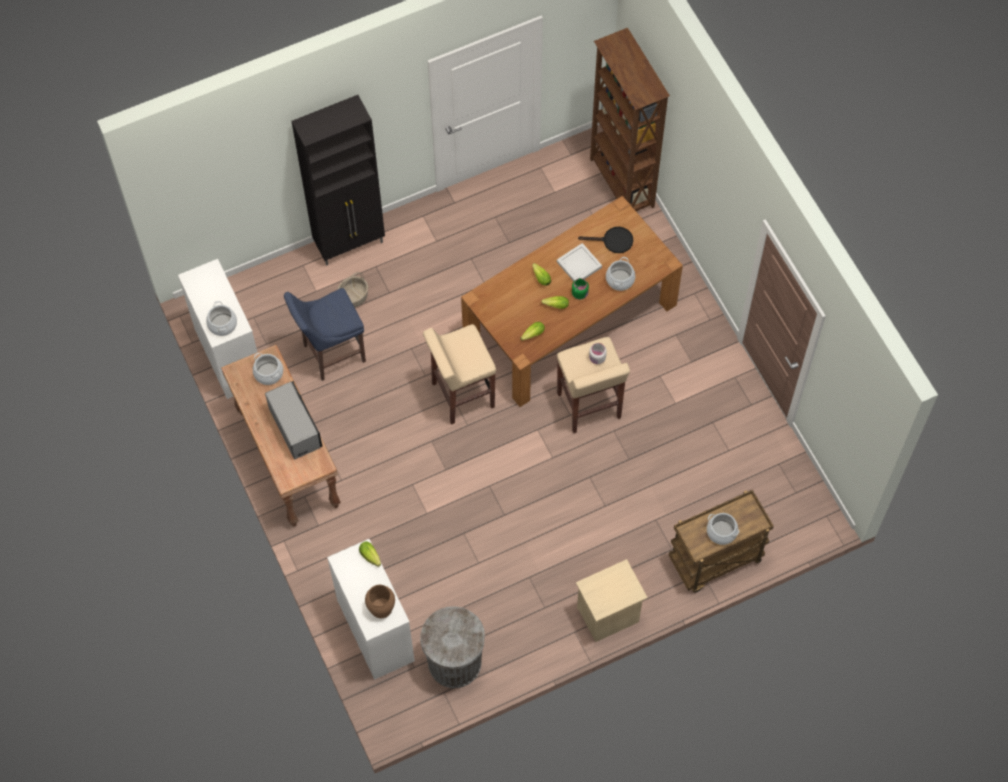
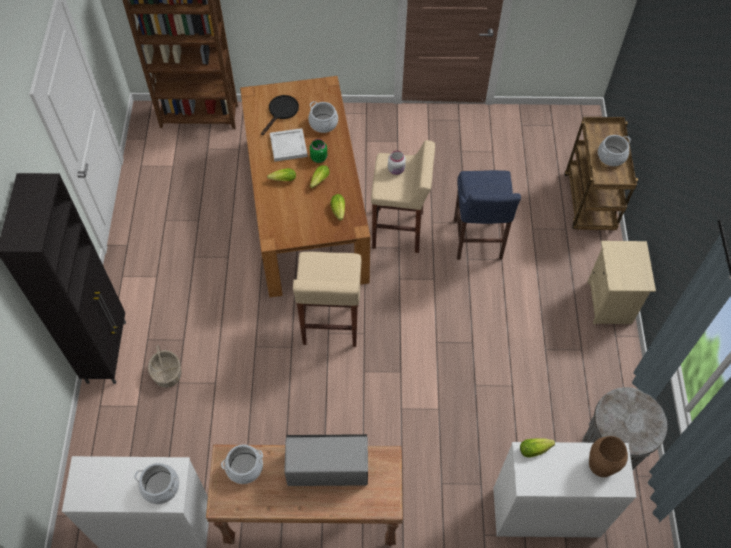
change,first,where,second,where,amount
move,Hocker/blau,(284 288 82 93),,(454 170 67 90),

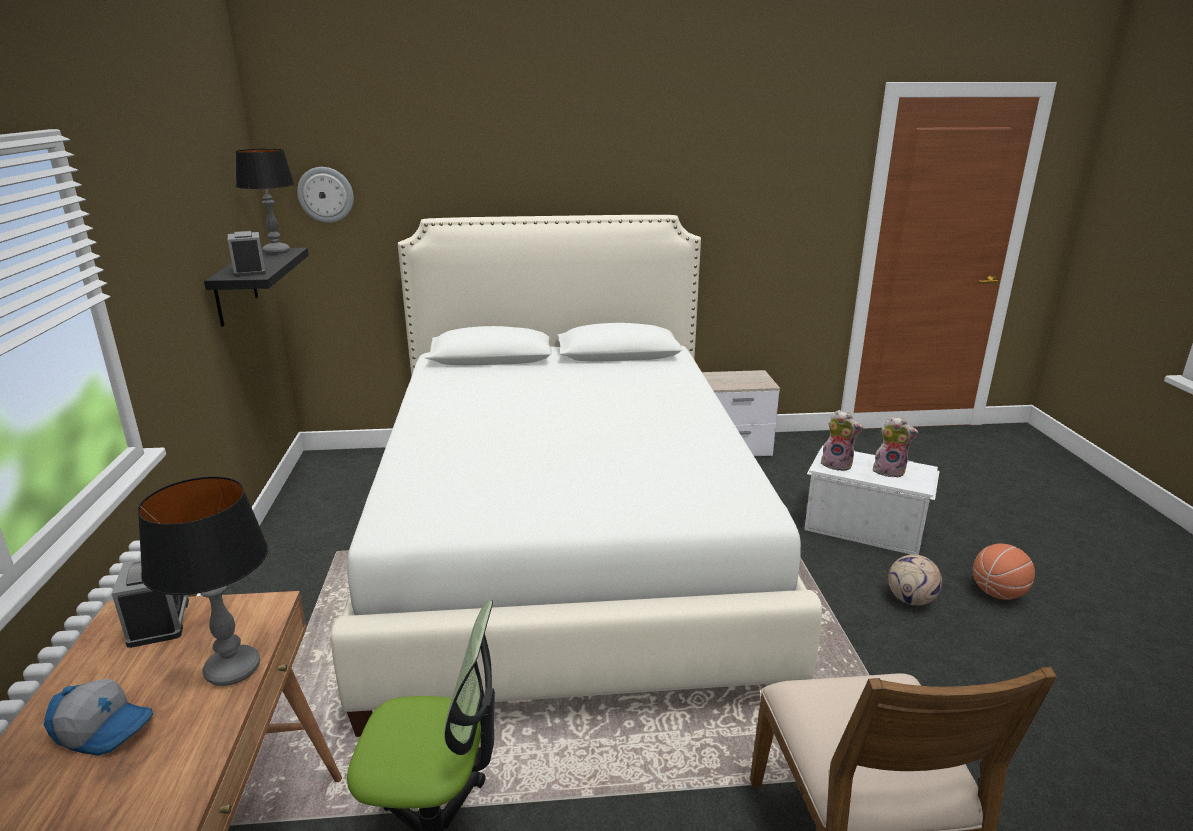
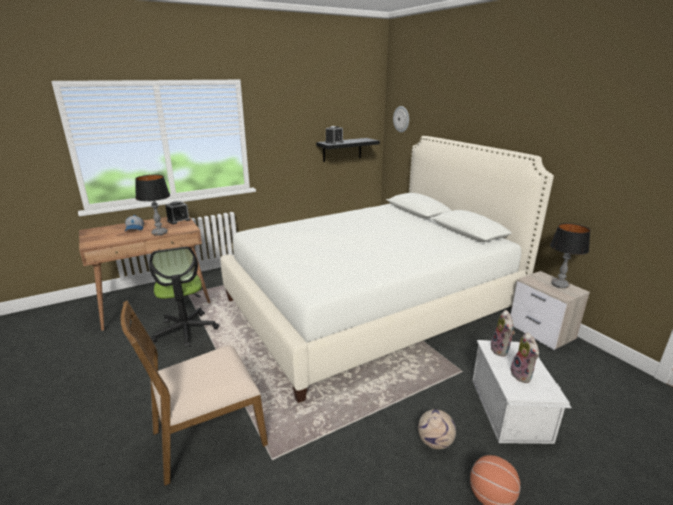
change,first,where,second,where,amount
move,Tischlampe,(236 149 59 105),,(550 223 40 65),

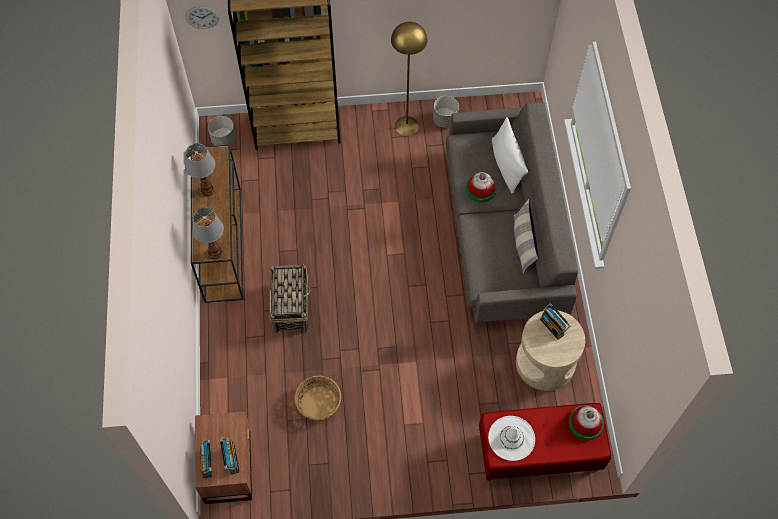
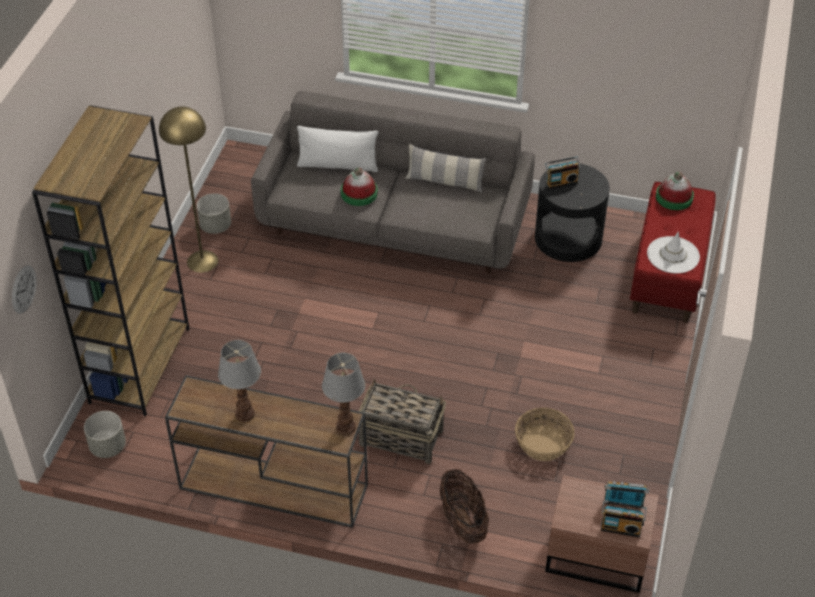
change,first,where,second,where,amount
insert,,,Korb,(439 469 50 75),
recolor,Beistelltisch/beige,(516 310 69 81),Beistelltisch/schwarz,(535 164 75 98),

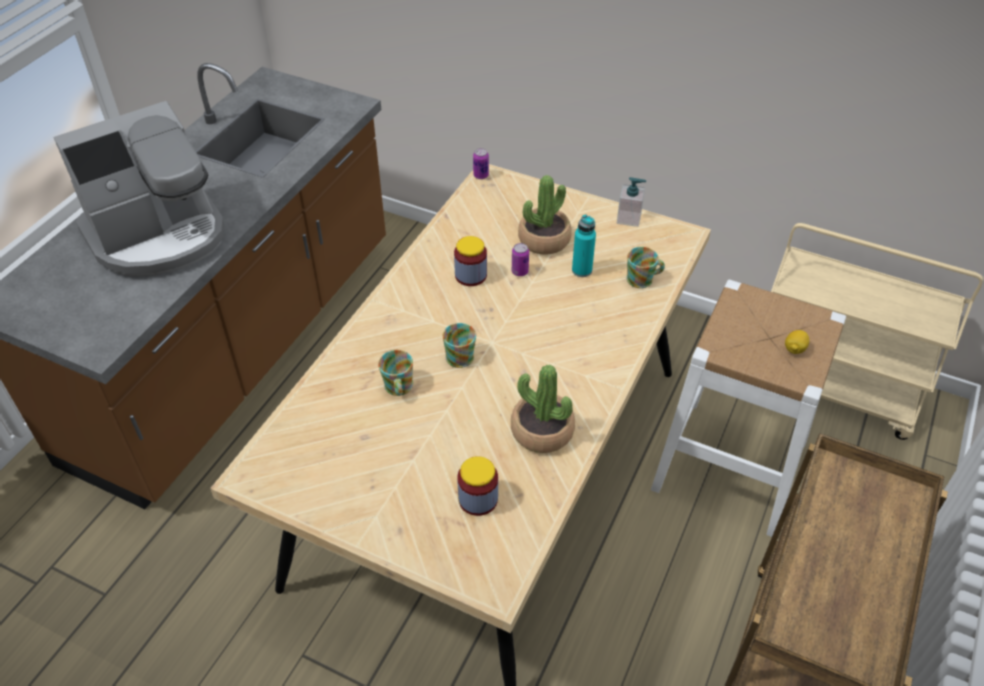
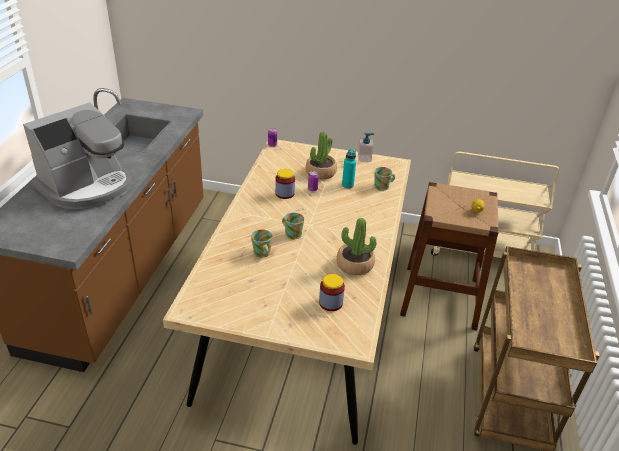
change,first,where,second,where,amount
recolor,Hocker/weiß,(651 280 195 257),Hocker/braun,(400 182 99 148),

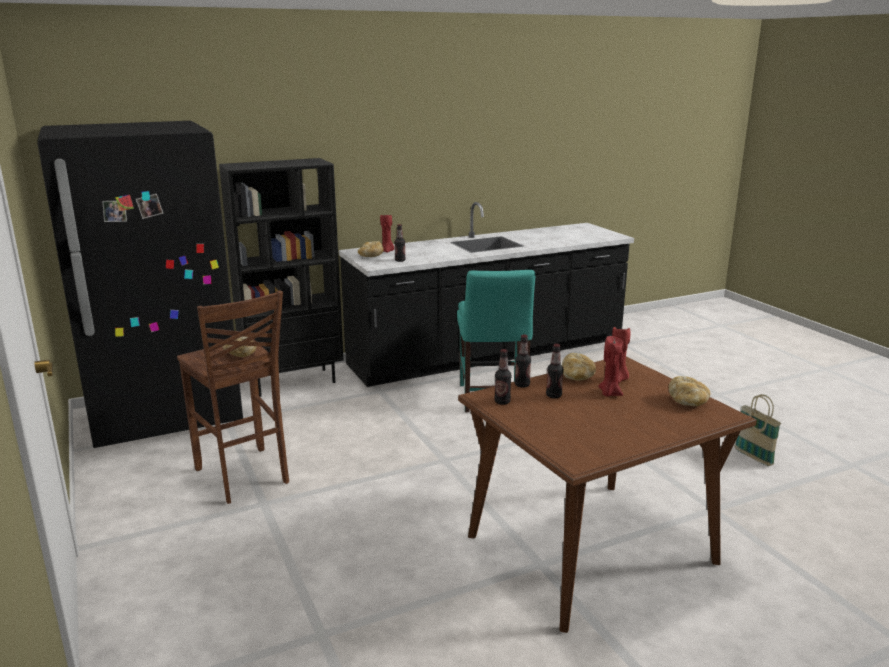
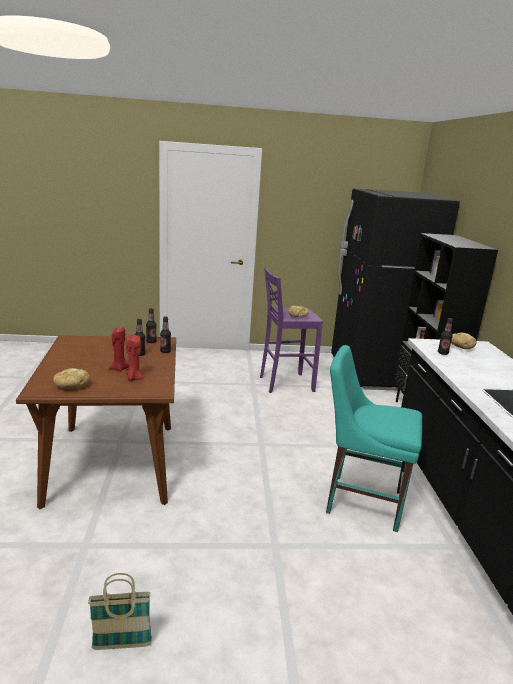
change,first,where,second,where,amount
recolor,Hocker/braun,(177 291 112 213),Hocker/lila,(260 267 63 126),
delete,Kerze/rot,(380 215 14 37),,,
delete,Brot,(562 353 34 28),,,

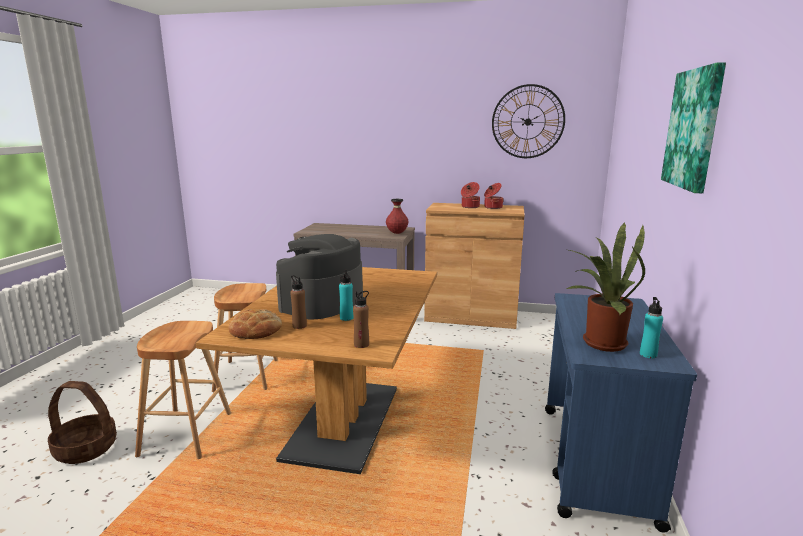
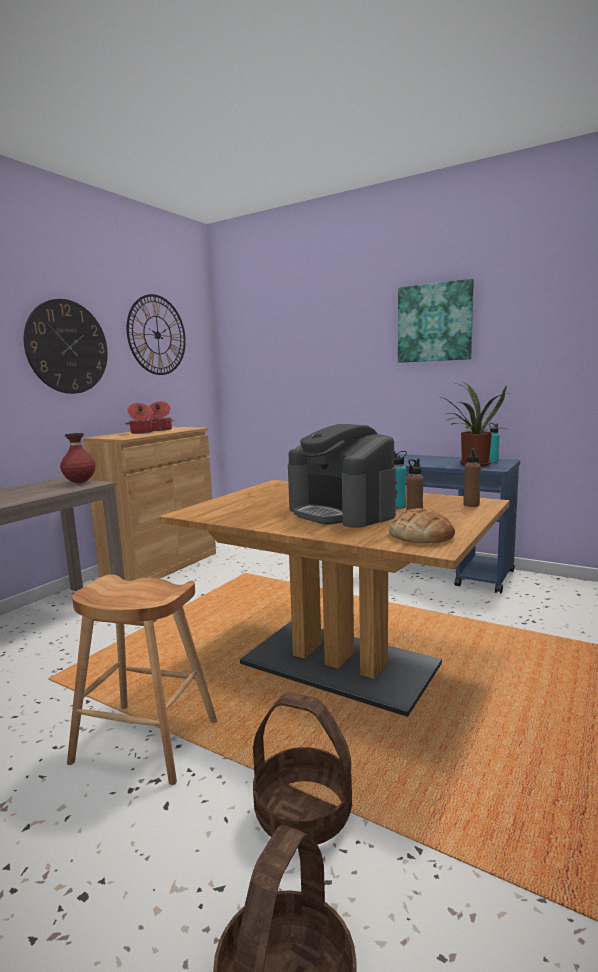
change,first,where,second,where,amount
insert,,,Wanduhr,(24 299 84 95),
replace,Hocker/braun,(135 321 96 138),Korb,(253 692 99 153),

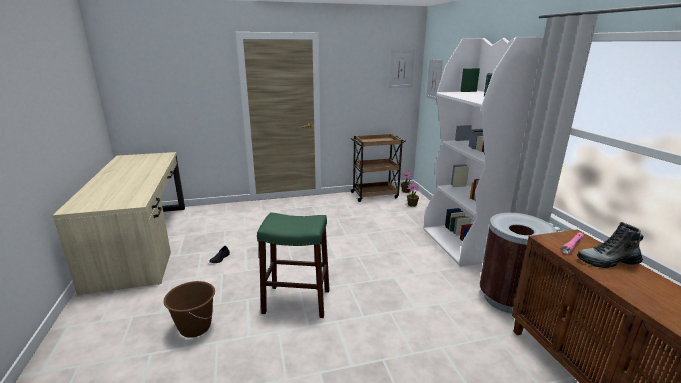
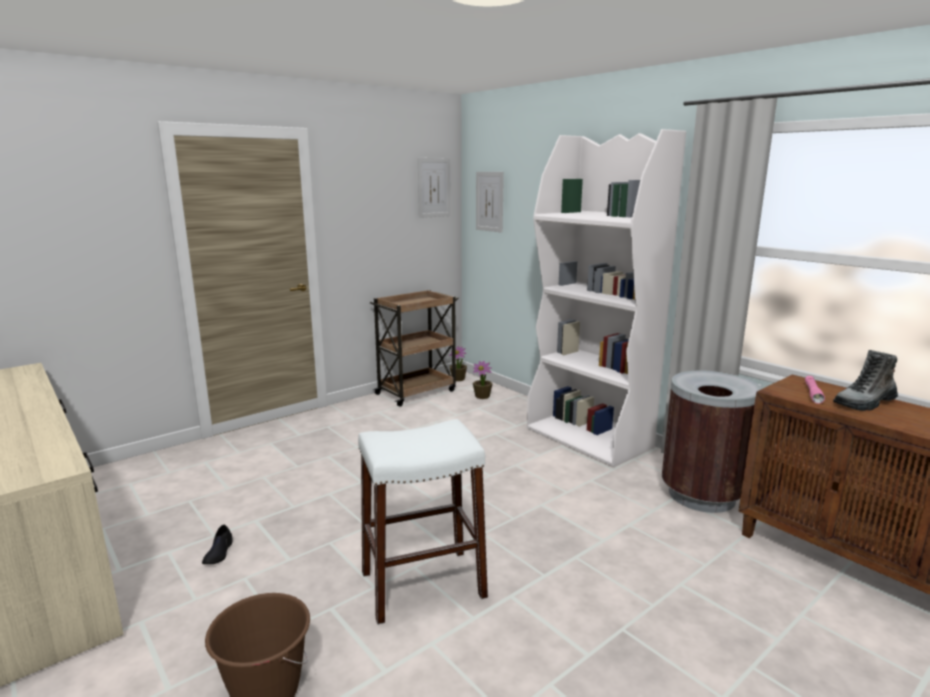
change,first,where,second,where,amount
recolor,Hocker/grün,(257 213 73 105),Hocker/weiß,(358 419 130 206),

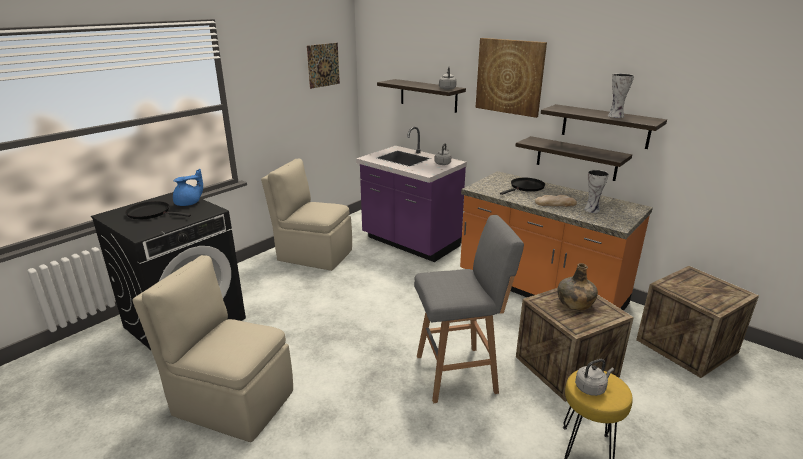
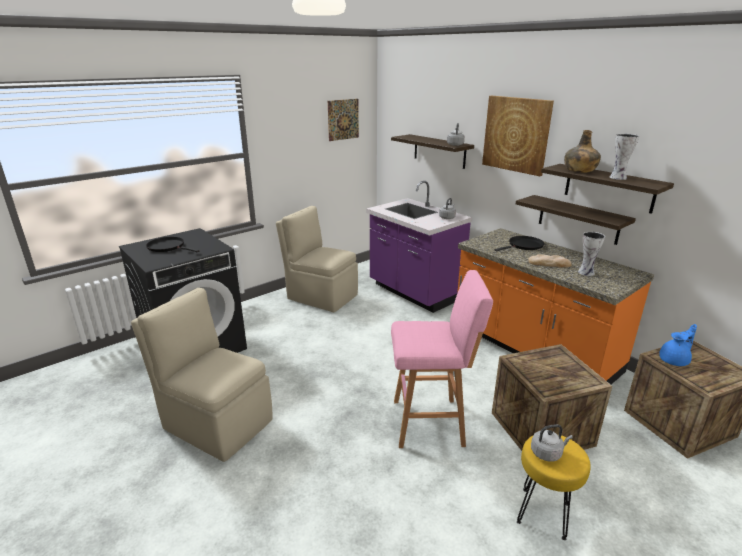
change,first,where,second,where,amount
recolor,Hocker/grau,(414 215 110 188),Hocker/rosa,(391 270 102 178),
move,Flasche/grün,(558 263 40 47),,(564 130 37 43),
move,Teekanne/blau,(173 169 30 37),,(659 324 38 42),

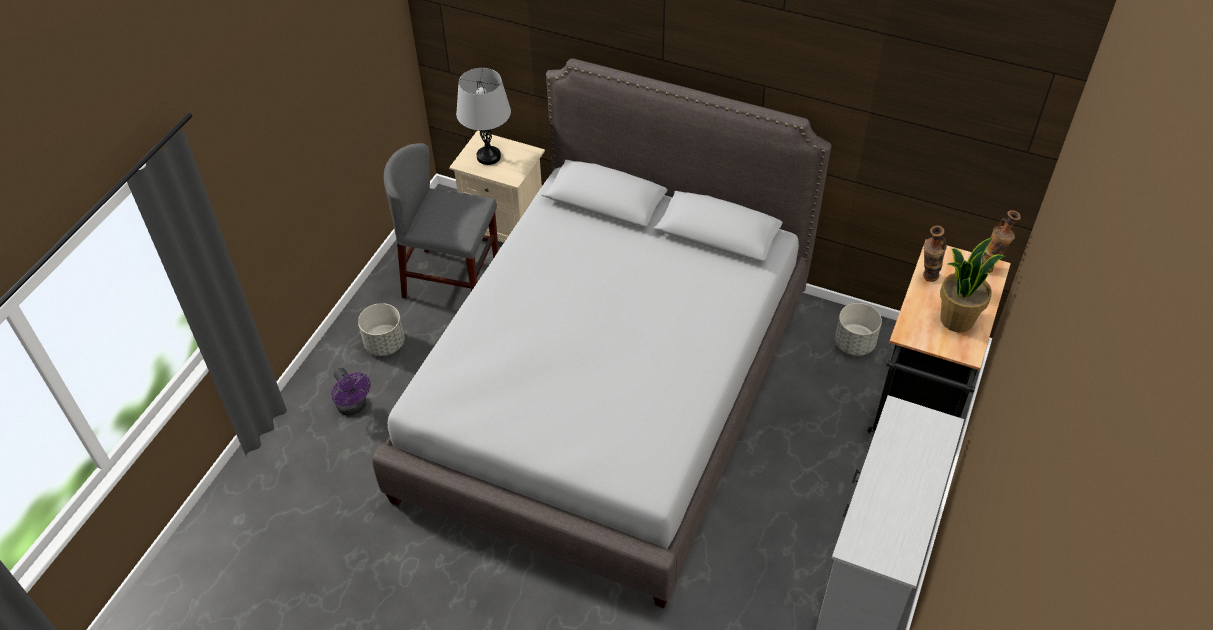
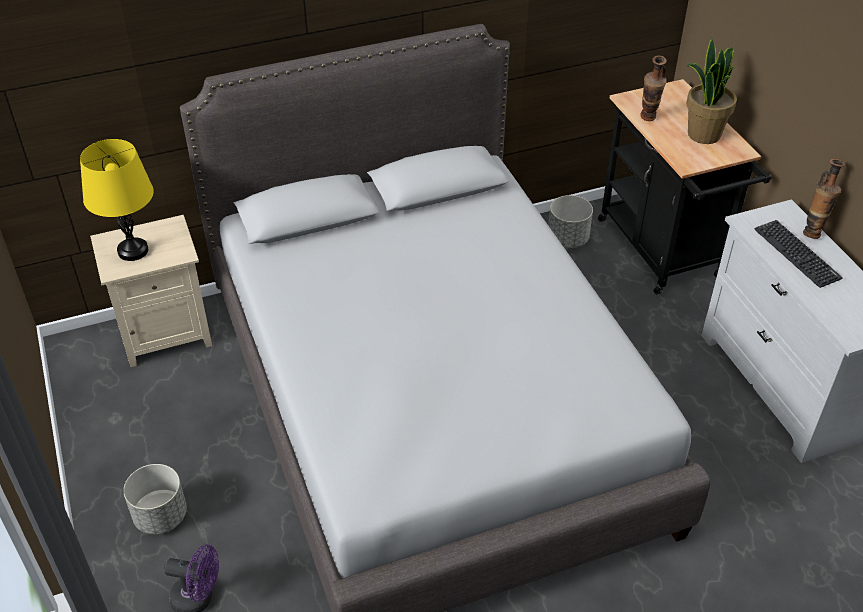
change,first,where,second,where,amount
recolor,Tischlampe/grau,(456 68 55 97),Tischlampe/gelb,(80 139 74 122),
insert,,,Tastatur,(755 220 88 68),
move,Vase,(981 210 40 63),,(803 159 43 80),
delete,Stuhl/grau,(384 143 115 156),,,

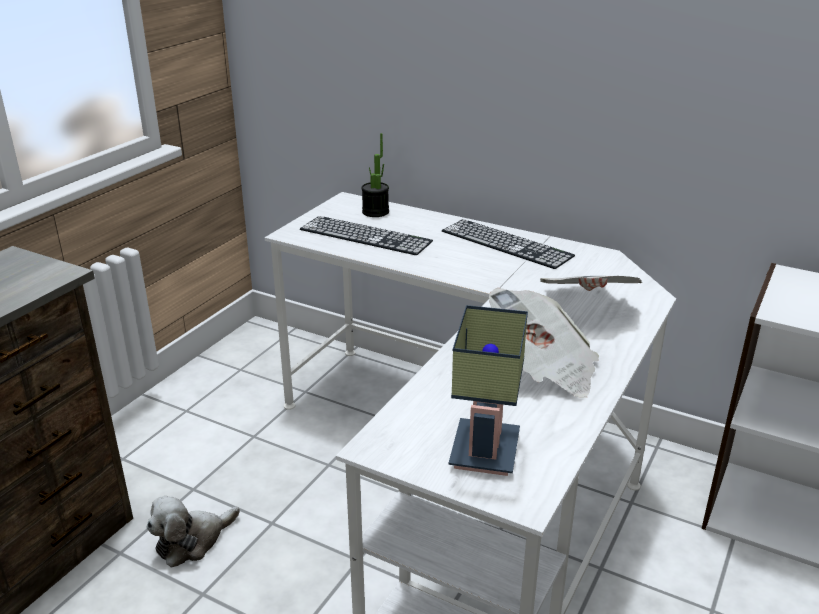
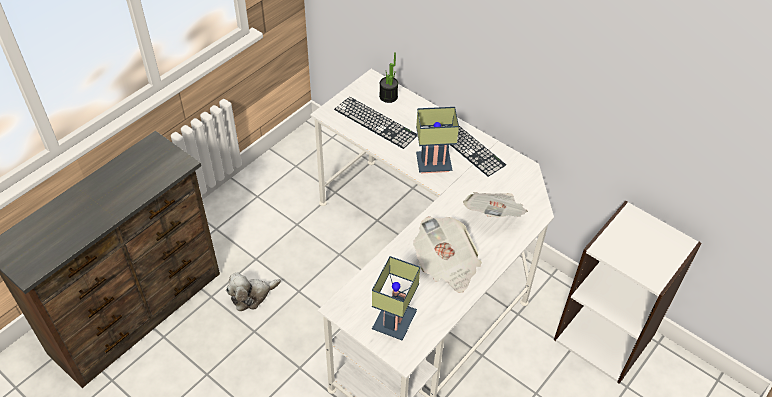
change,first,where,second,where,amount
insert,,,Tischlampe,(416 107 43 66),

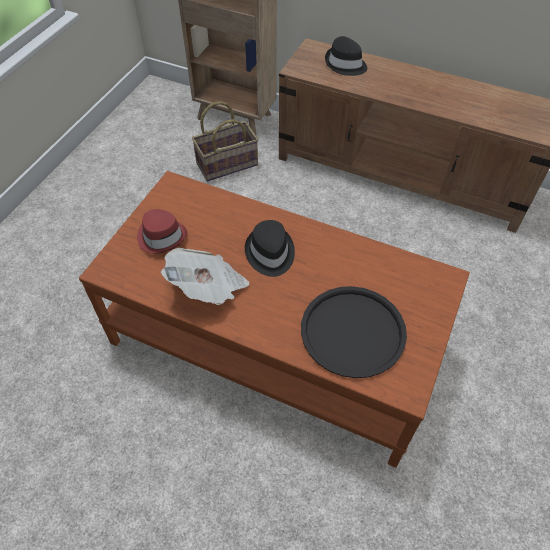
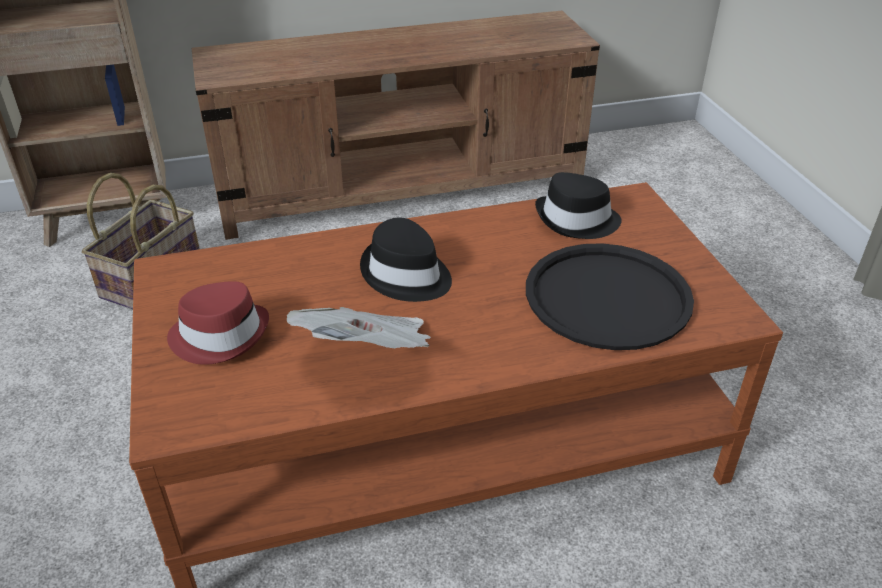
change,first,where,second,where,amount
move,Hut/schwarz,(325 36 42 40),,(535 172 87 67),

